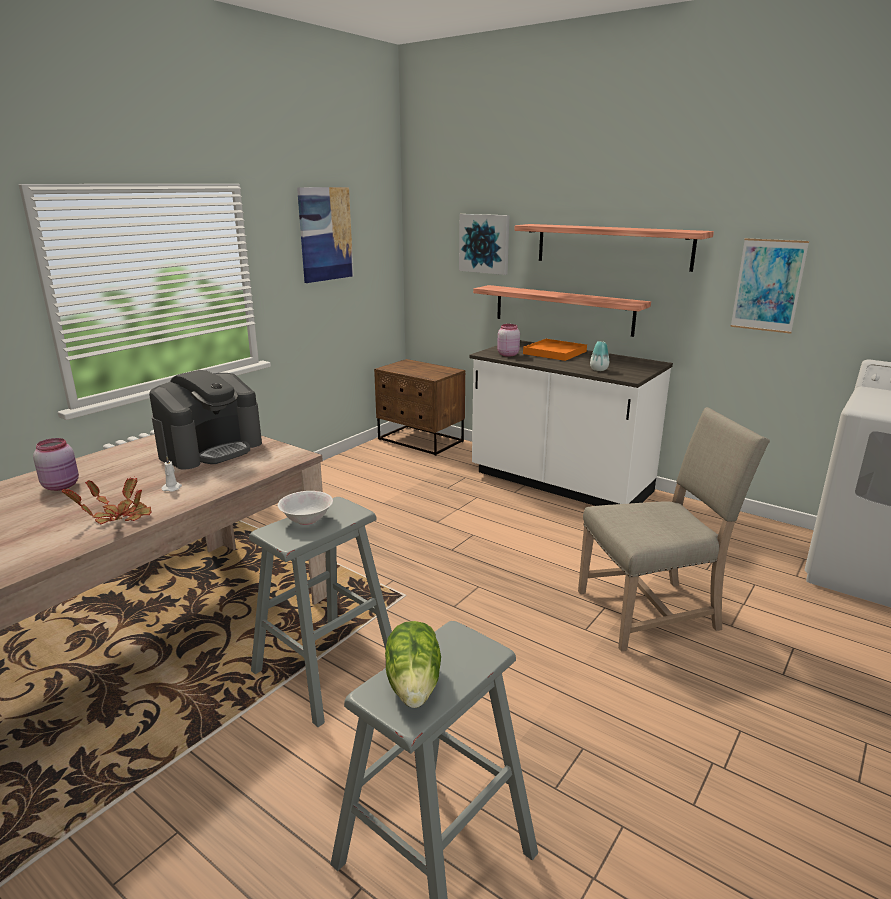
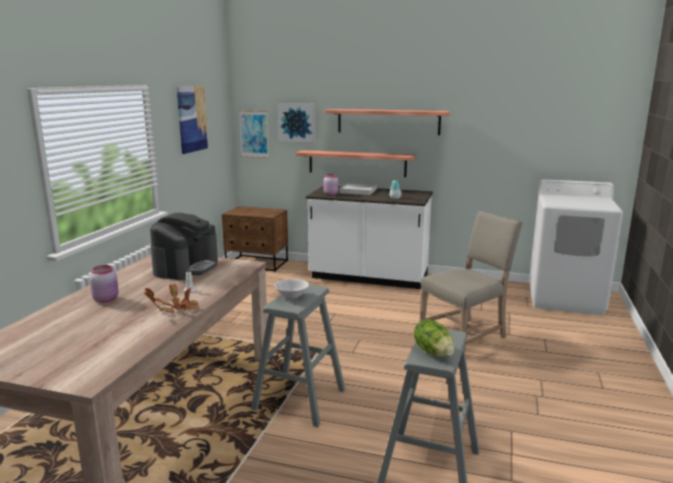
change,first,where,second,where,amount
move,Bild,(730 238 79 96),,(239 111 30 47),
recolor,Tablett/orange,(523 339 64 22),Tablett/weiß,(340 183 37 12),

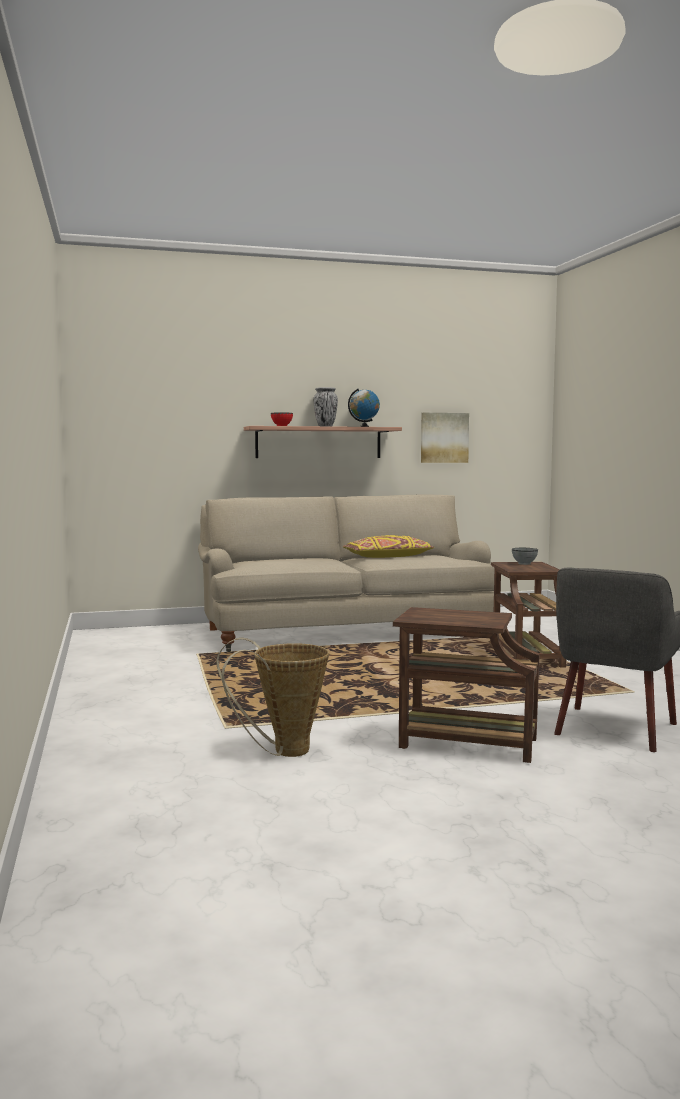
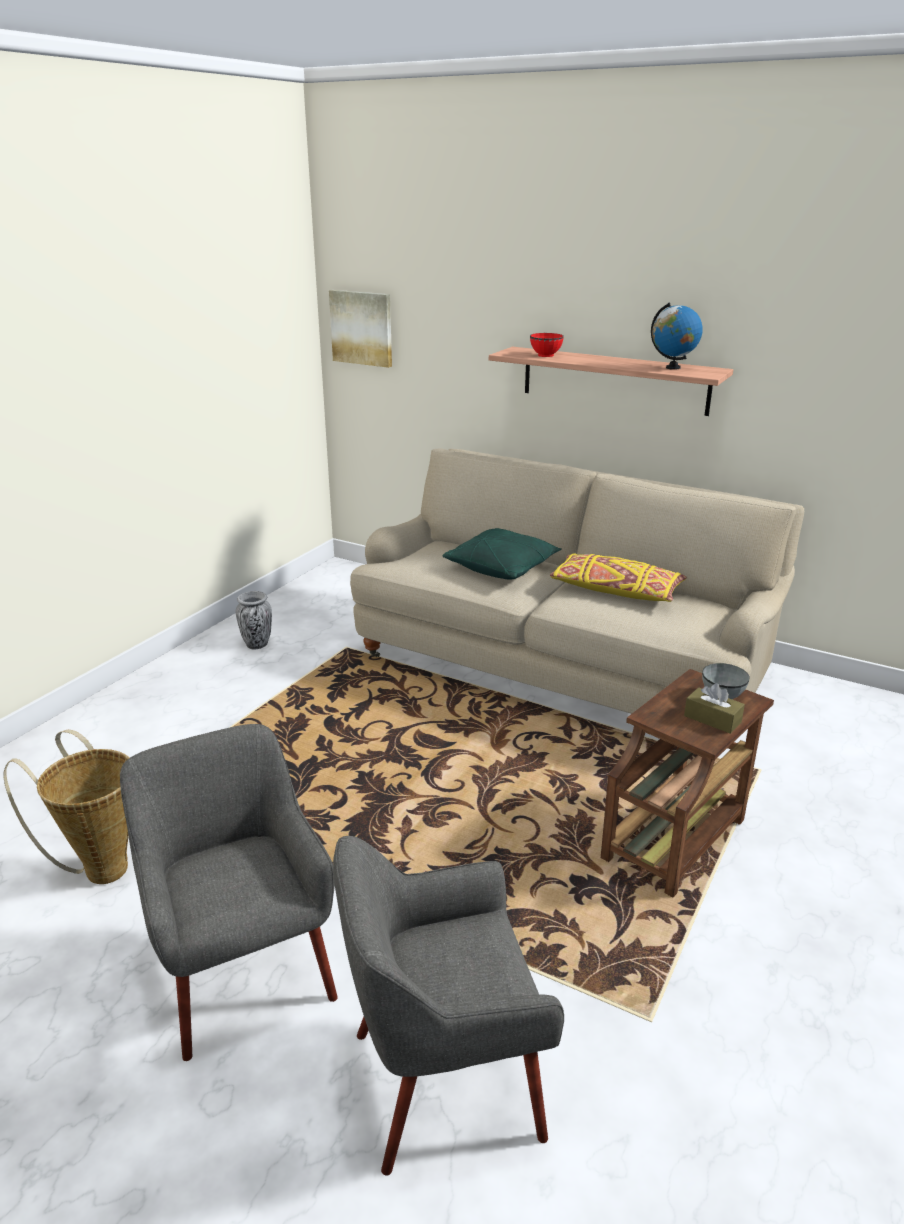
change,first,where,second,where,amount
replace,Beistelltisch/braun,(393 607 147 156),Sessel/grau,(120 724 218 337),
move,Vase,(313 387 25 39),,(236 591 36 58),
move,Bild,(421 412 48 51),,(329 290 63 78),
insert,,,Kissen/grün,(442 528 120 52),
insert,,,Taschentuchbox/braun,(684 683 61 51),

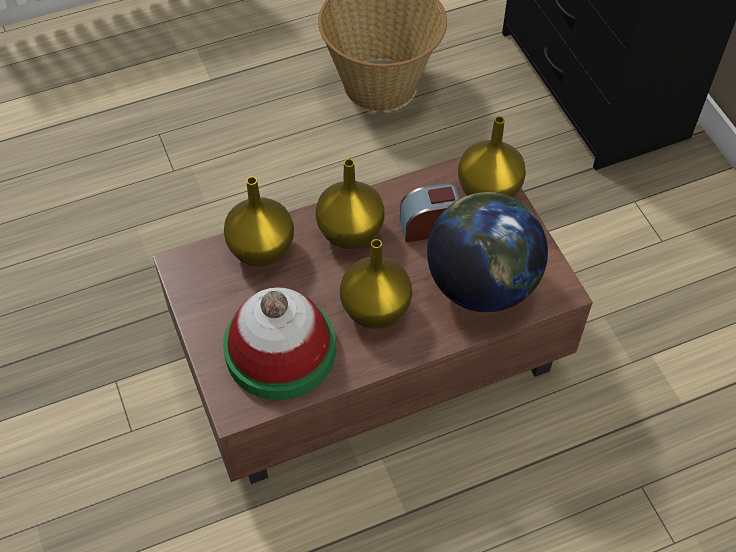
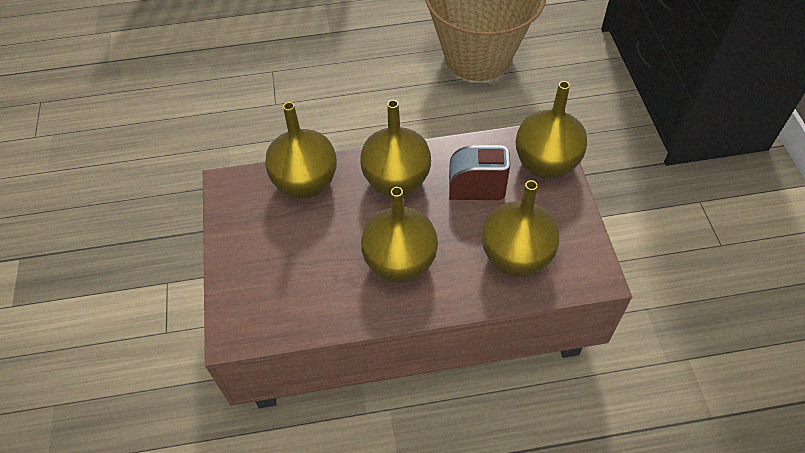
change,first,where,second,where,amount
replace,Globus,(427 192 121 120),Vase/gelb,(482 180 77 97),
delete,Hut,(223 287 113 113),,,

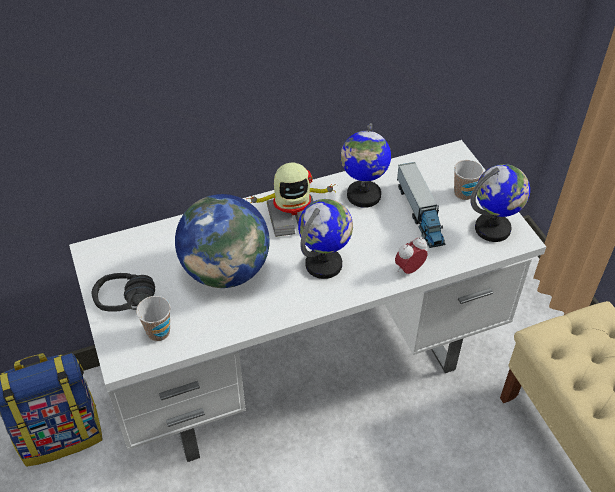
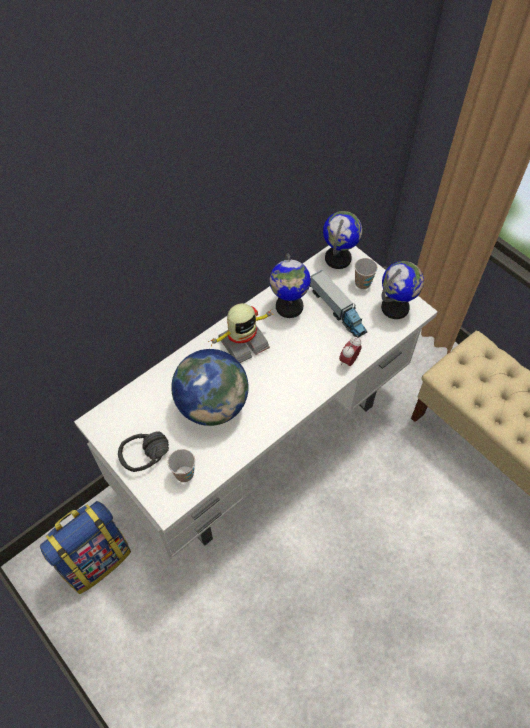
change,first,where,second,where,amount
move,Globus,(298 199 55 80),,(323 211 39 58),

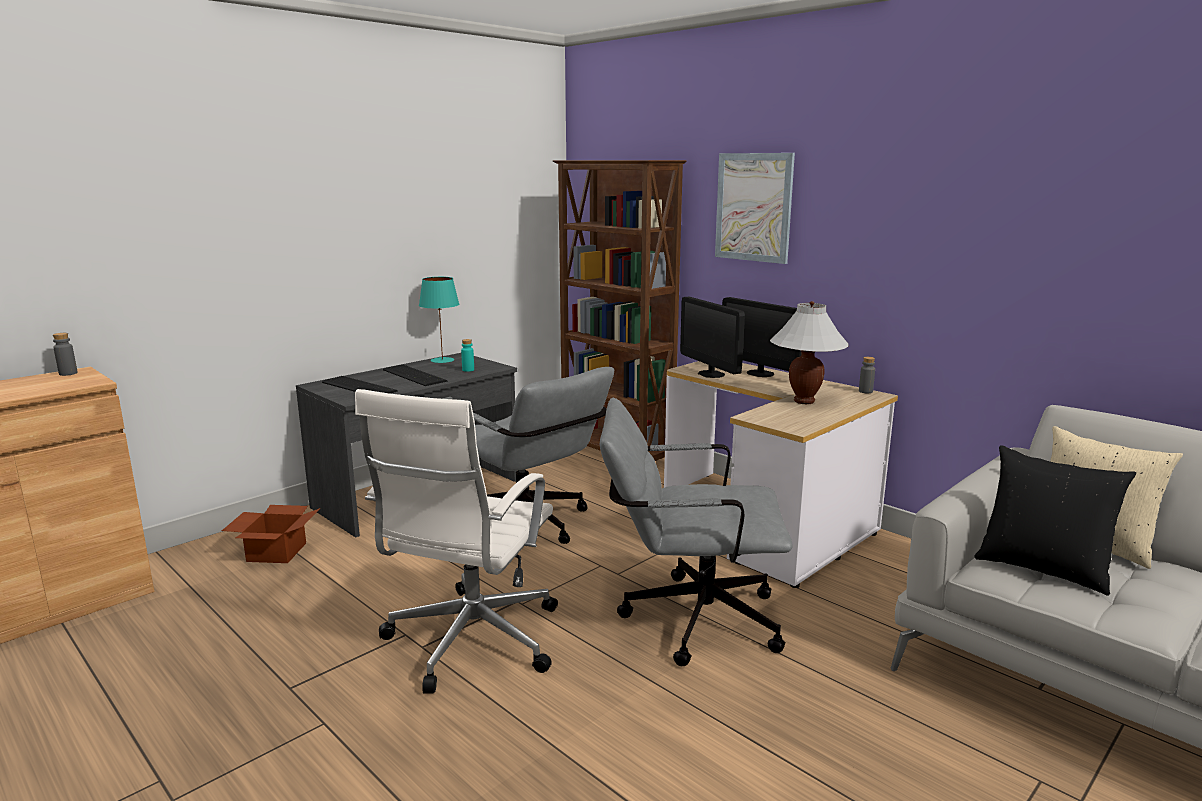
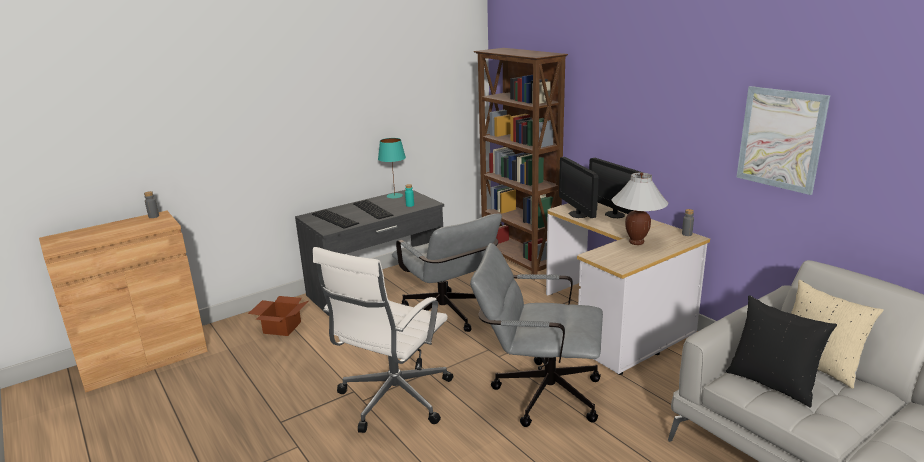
change,first,where,second,where,amount
move,Bild,(715 153 80 111),,(737 86 93 109),

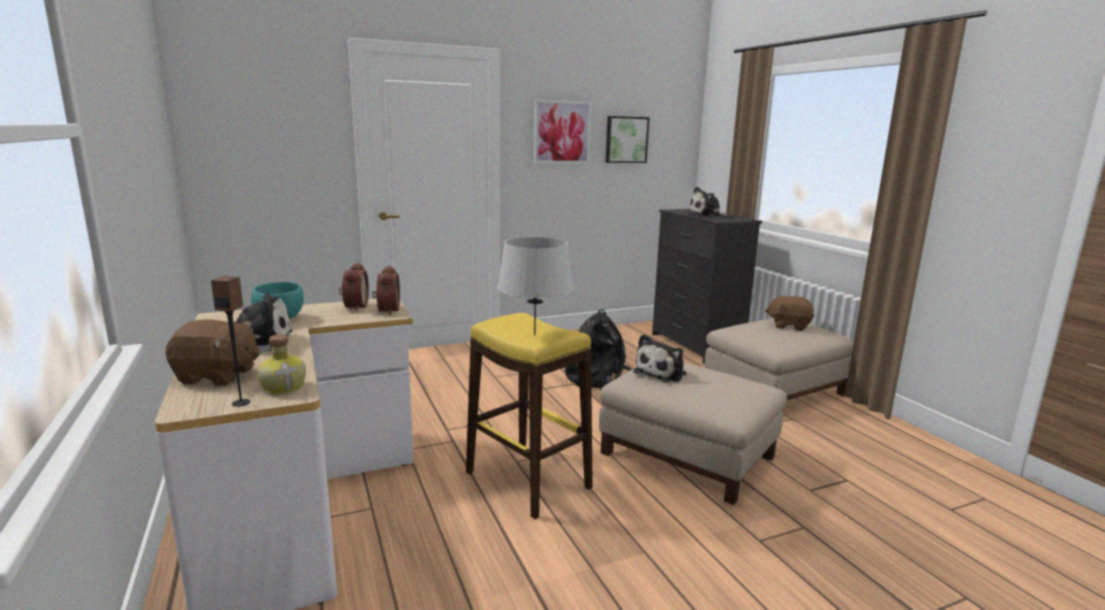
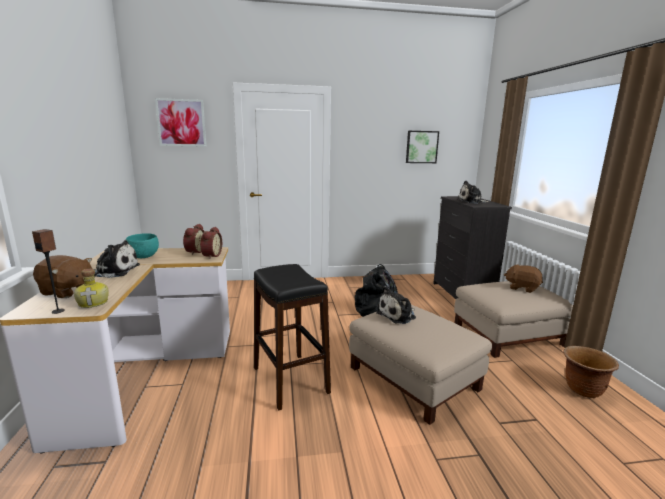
change,first,where,second,where,amount
move,Bild,(534 100 58 64),,(155 98 51 49),
recolor,Hocker/gelb,(466 313 127 206),Hocker/schwarz,(254 264 77 146),
insert,,,Pflanzkübel/braun,(564 346 55 52),
delete,Tischlampe/grau,(497 237 76 98),,,

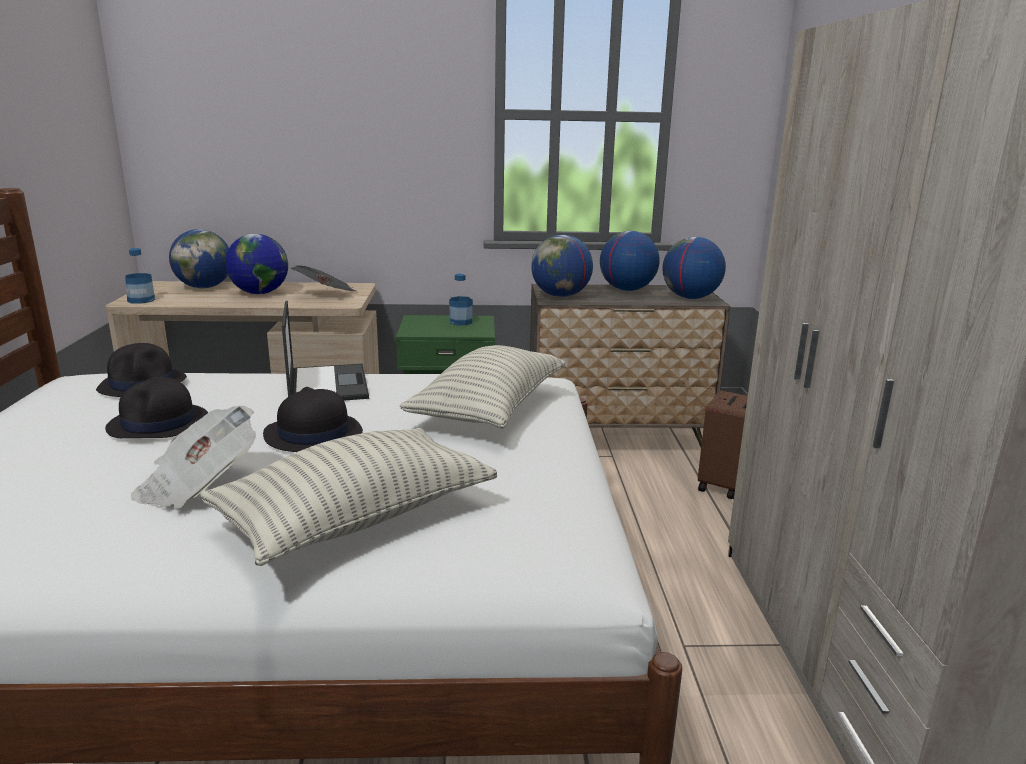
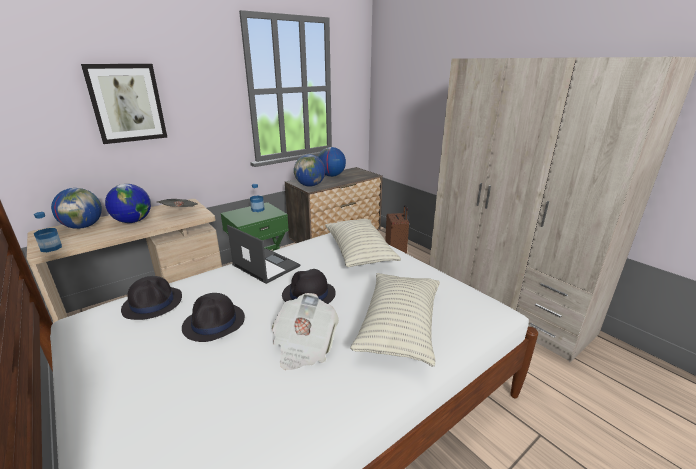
change,first,where,second,where,amount
insert,,,Bild,(81 64 86 80),
delete,Globus,(662 237 64 62),,,

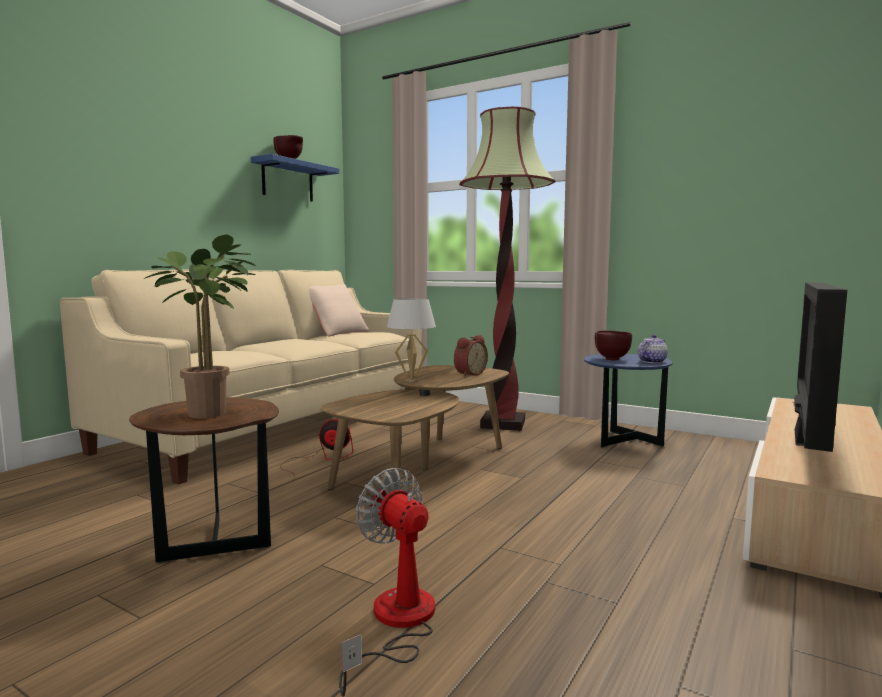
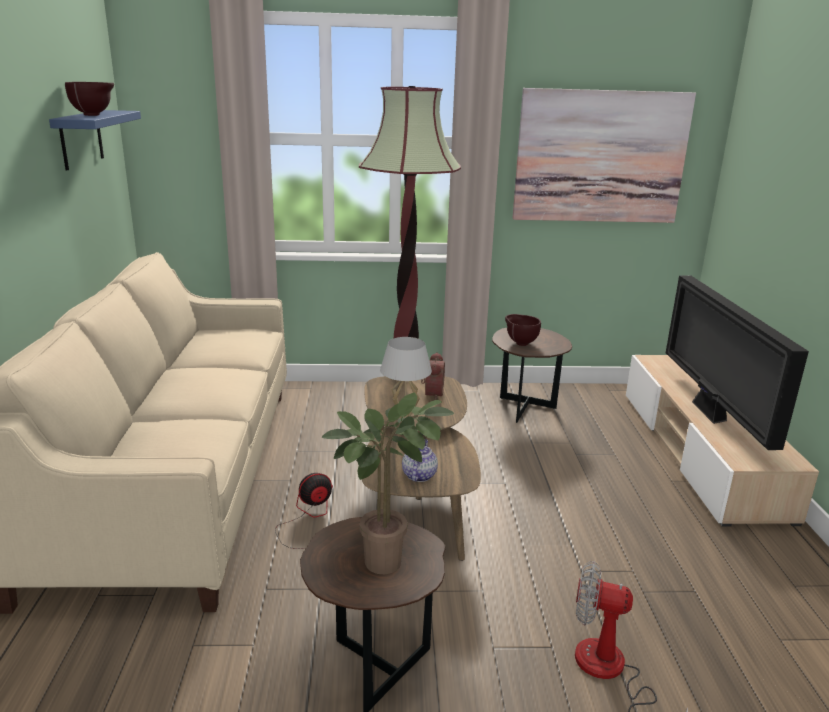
change,first,where,second,where,amount
move,Teekanne,(638 334 30 29),,(402 439 36 43),
recolor,Beistelltisch/blau,(584 354 89 94),Beistelltisch/braun,(492 328 80 95),
insert,,,Bild,(513 88 183 135),
delete,Kissen/beige,(309 284 61 53),,,

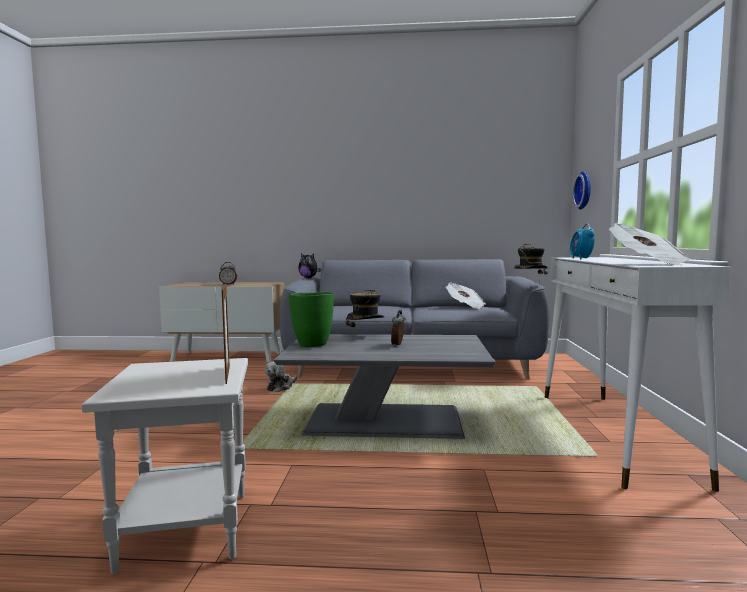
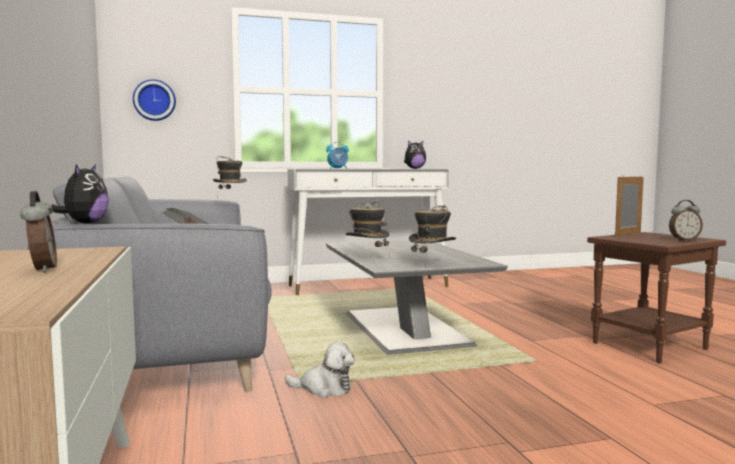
change,first,where,second,where,amount
replace,Zeitung,(609 223 80 42),Plüschtier,(404 140 22 29),
replace,Vase/grün,(289 292 45 55),Hut,(409 205 47 63),
recolor,Beistelltisch/weiß,(82 358 166 216),Beistelltisch/braun,(587 232 139 131),
move,Wecker,(391 310 15 37),,(669 200 34 40),

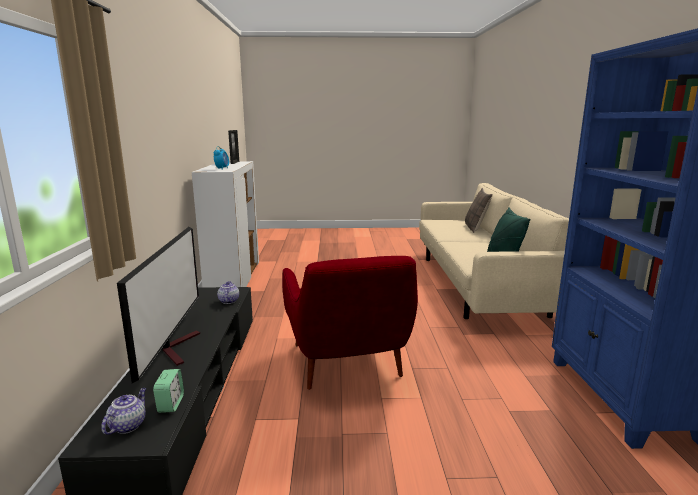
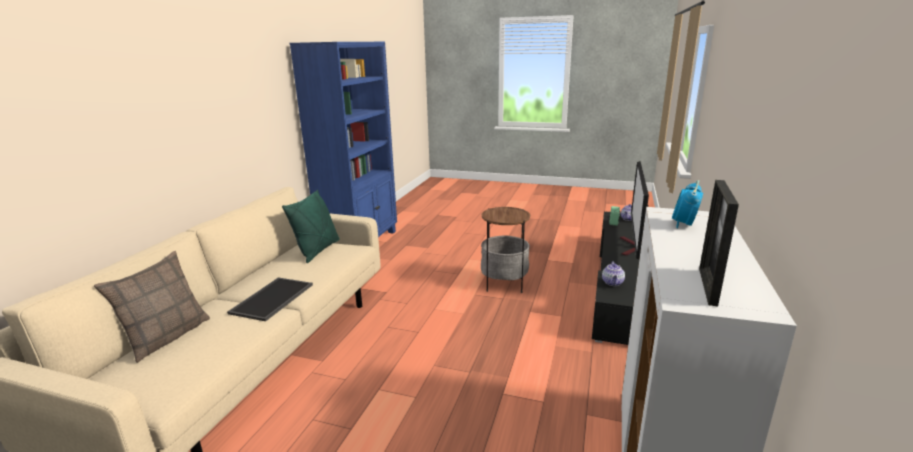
change,first,where,second,where,amount
insert,,,Tablett,(227 277 86 44),
replace,Sessel/rot,(282 256 136 134),Beistelltisch,(481 207 49 86),

